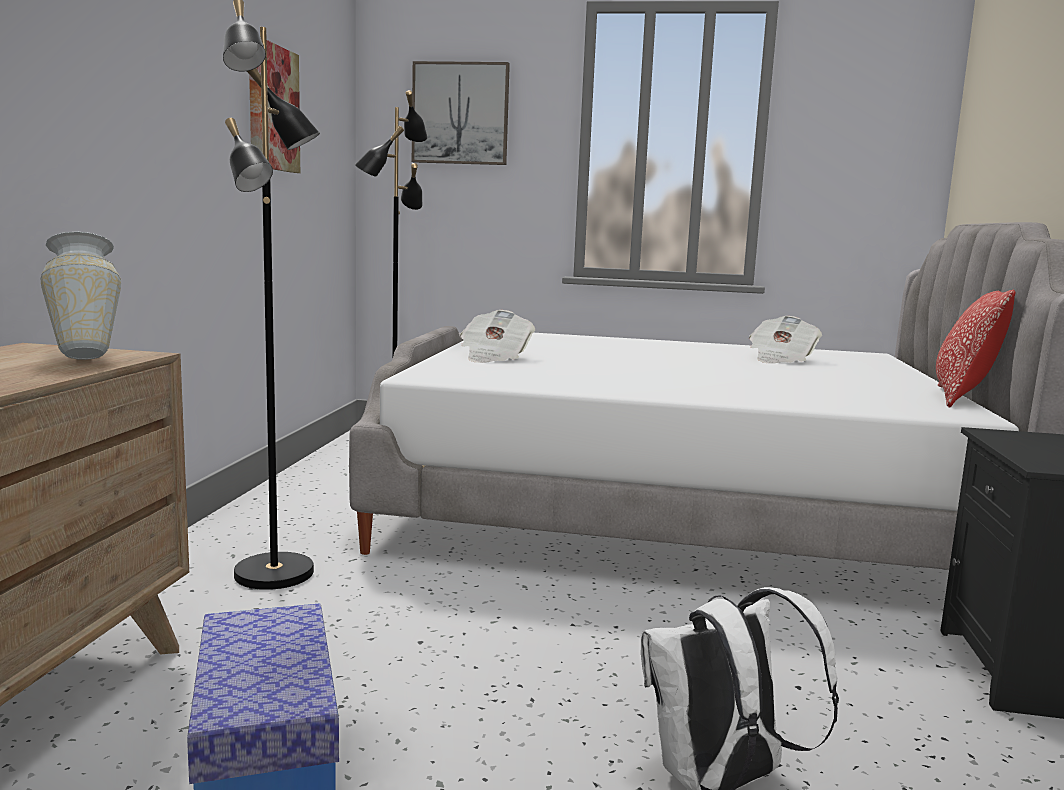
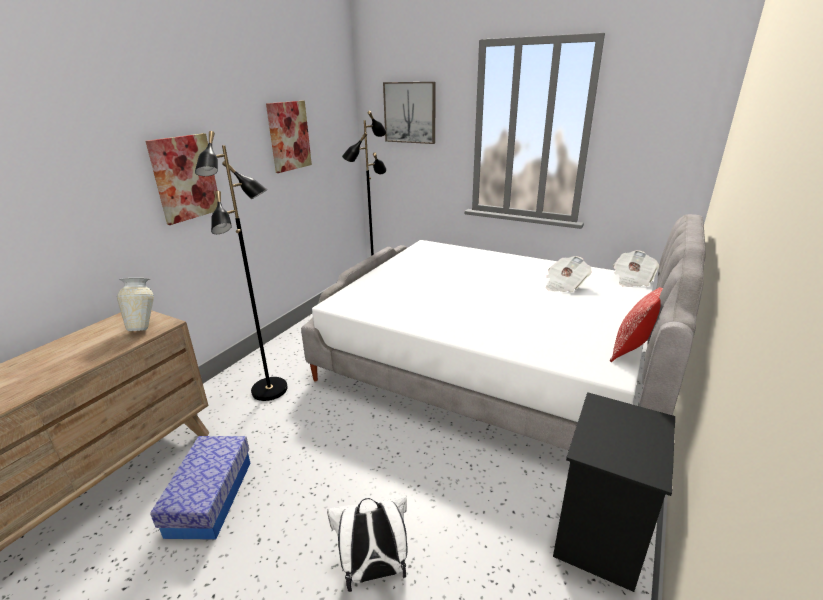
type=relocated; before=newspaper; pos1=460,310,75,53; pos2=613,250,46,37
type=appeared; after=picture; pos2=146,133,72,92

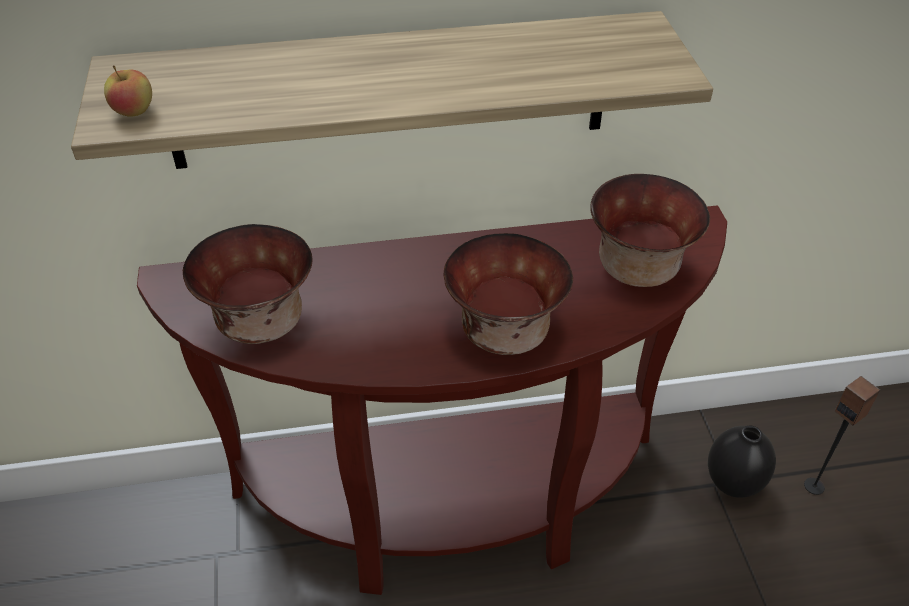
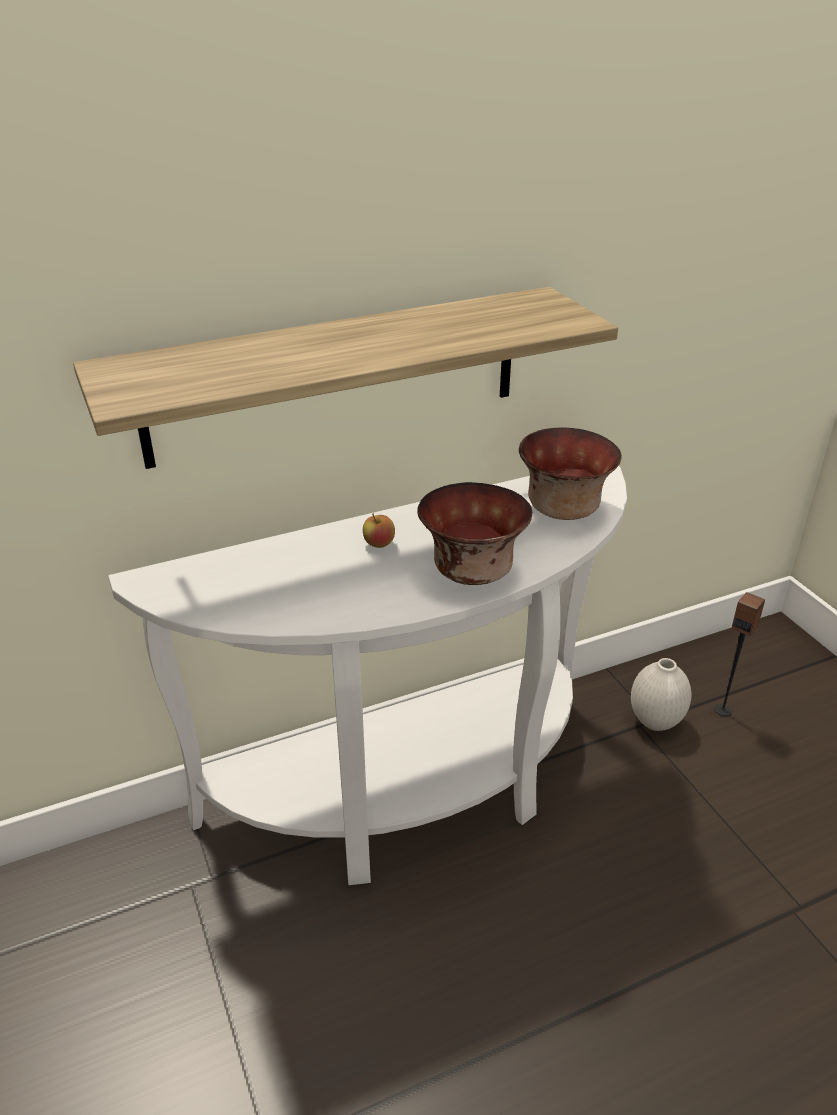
type=relocated; before=apple; pos1=104,65,48,52; pos2=363,513,32,35
type=colour; before=brown_console_table; after=white_console_table; pos1=137,205,590,390; pos2=108,466,519,419
type=missing; before=bowl; pos1=183,224,129,120
type=colour; before=black_vase; after=white_vase; pos1=708,426,68,72; pos2=631,658,60,73

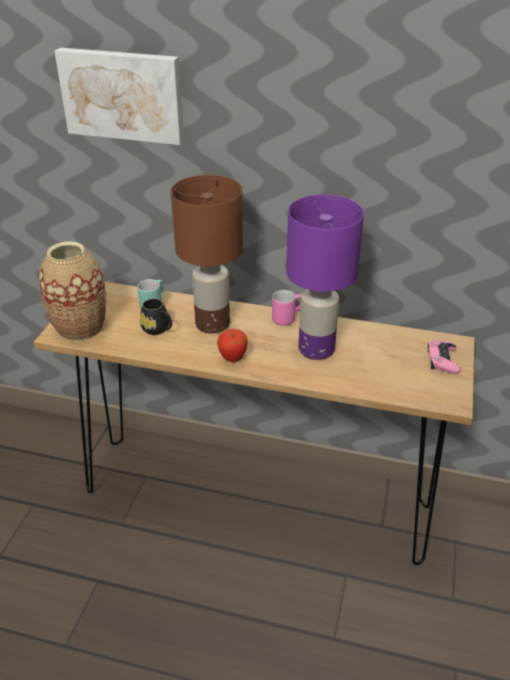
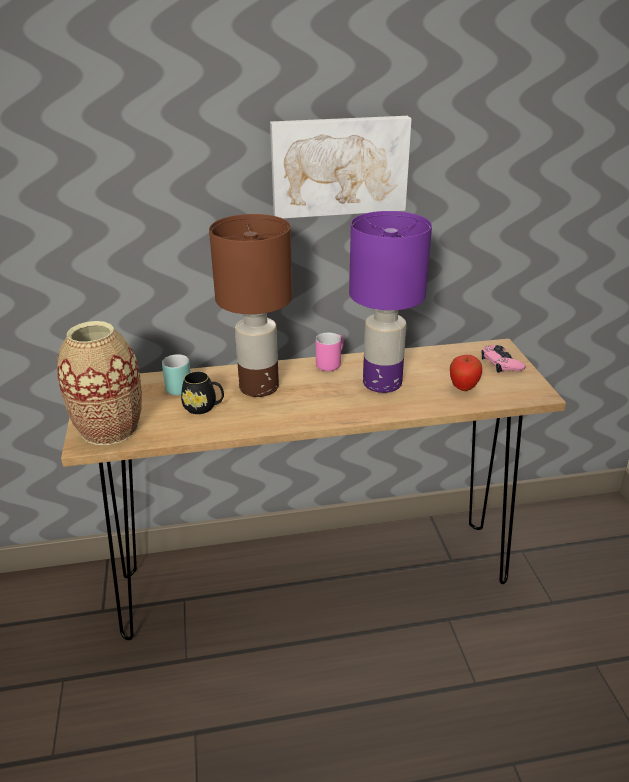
type=relocated; before=picture; pos1=54,48,130,97; pos2=270,116,142,102
type=relocated; before=apple; pos1=217,329,31,33; pos2=450,355,32,36

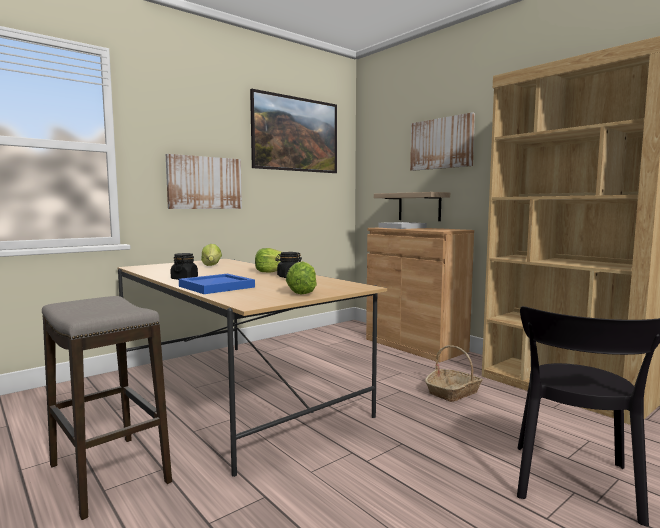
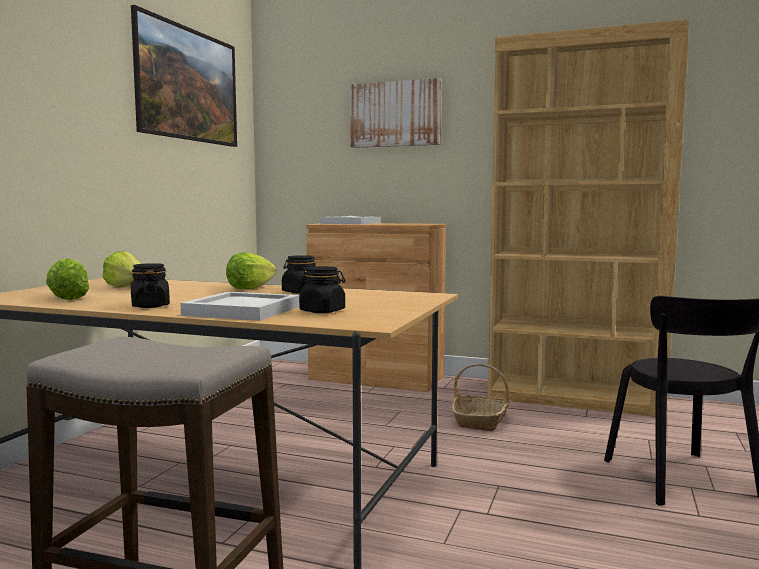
type=missing; before=picture; pos1=166,154,76,55
type=colour; before=blue_tray; after=white_tray; pos1=179,274,76,20; pos2=180,292,119,29
type=relocated; before=lettuce; pos1=286,261,31,33; pos2=46,258,43,42
type=missing; before=shelf; pos1=374,192,76,29
type=appeared; after=black_jar; pos2=299,266,46,47

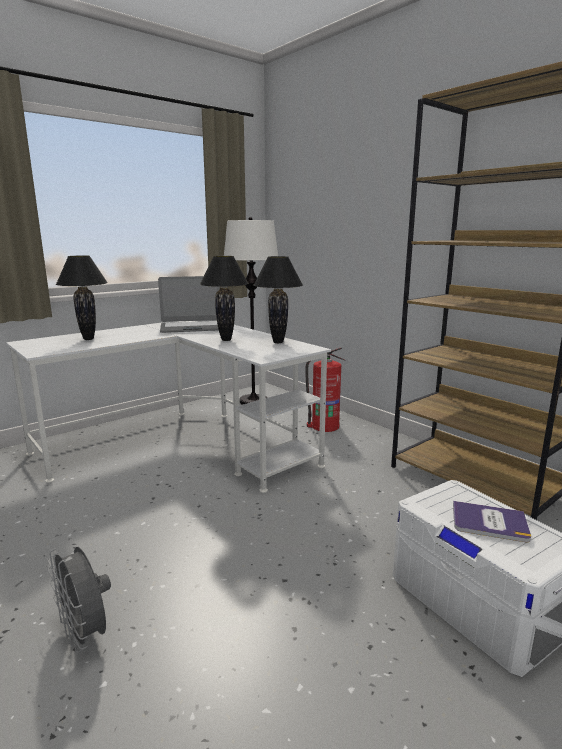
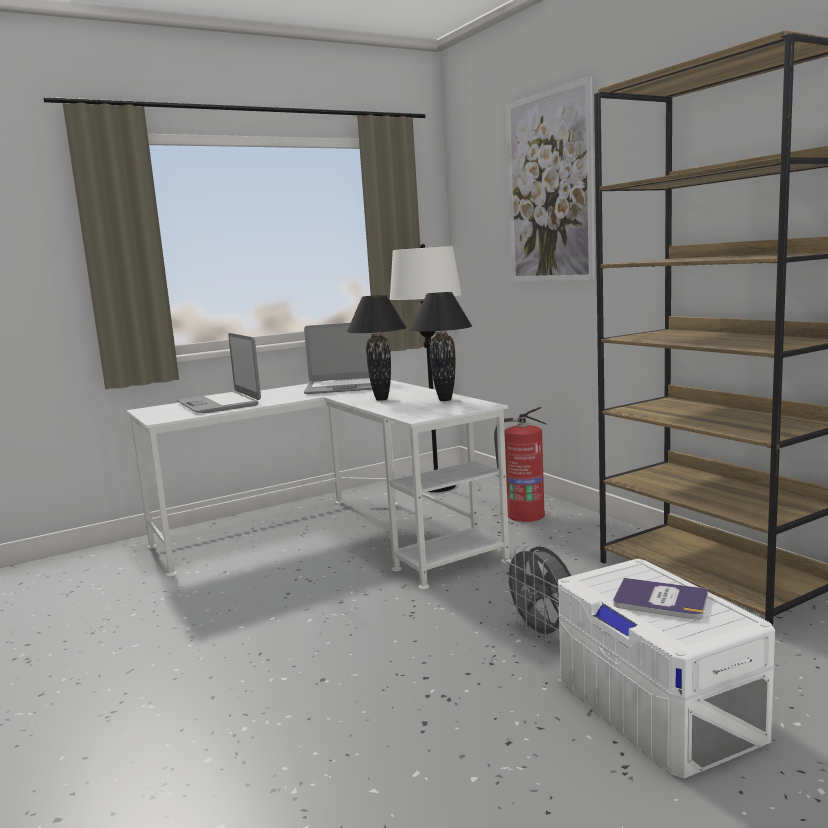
type=relocated; before=grey_fan; pos1=47,547,64,106; pos2=502,545,69,96
type=exchanged; before=black_table_lamp; after=laptop; pos1=56,255,52,85; pos2=177,333,84,80
type=appeared; after=picture; pos2=506,76,89,205

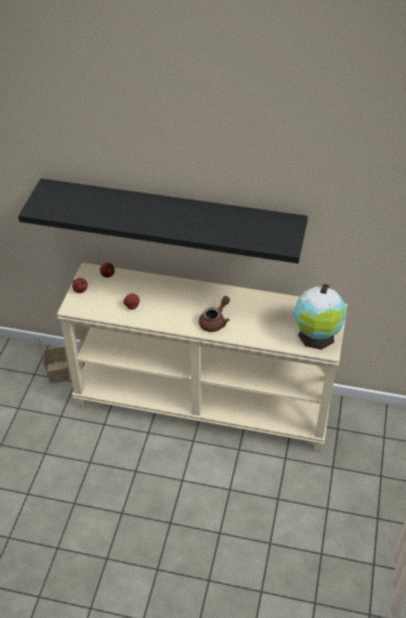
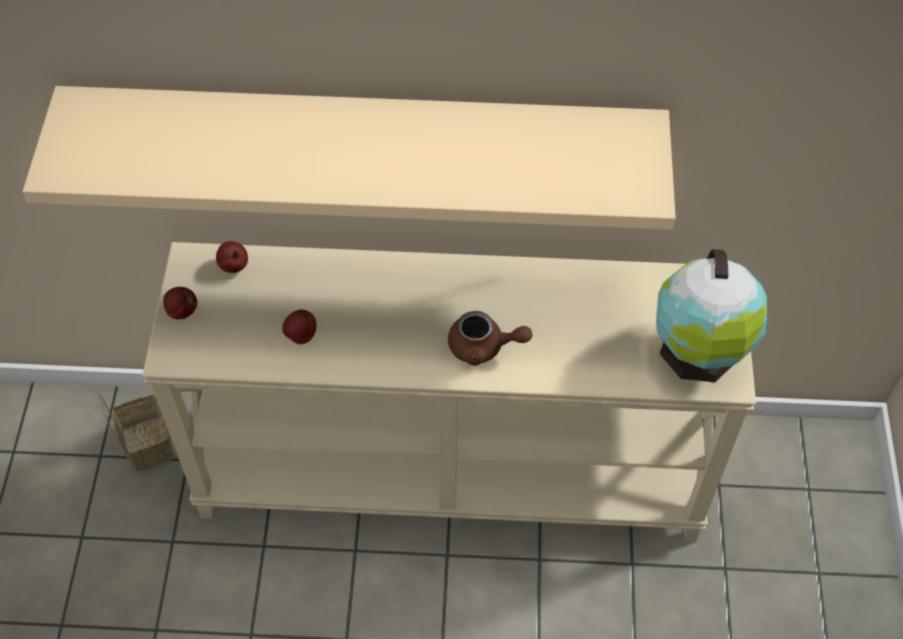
type=colour; before=black_shelf; after=beige_shelf; pos1=18,178,290,86; pos2=23,86,653,144
type=spun; before=brown_teapot; pos1=199,296,31,36; pos2=448,311,84,54; turn=75

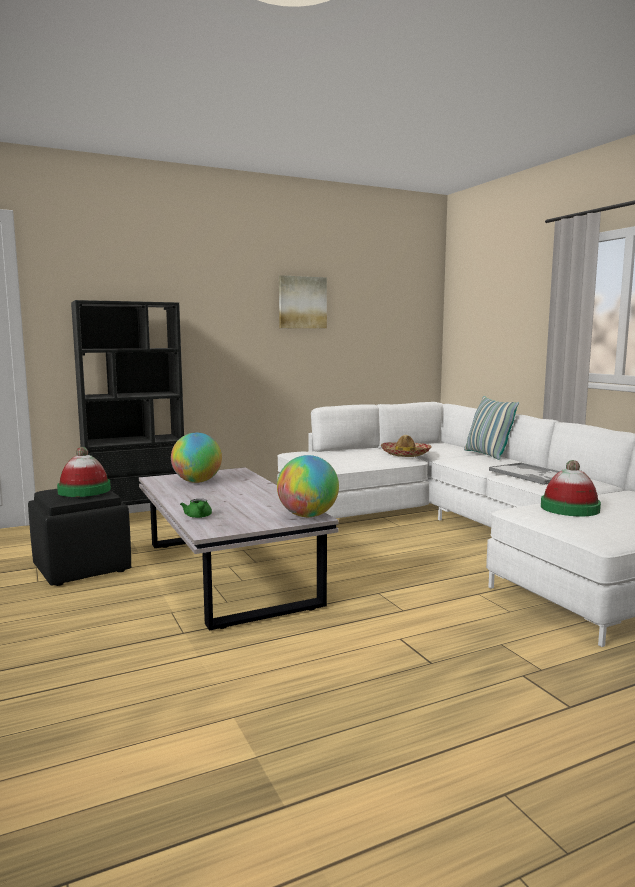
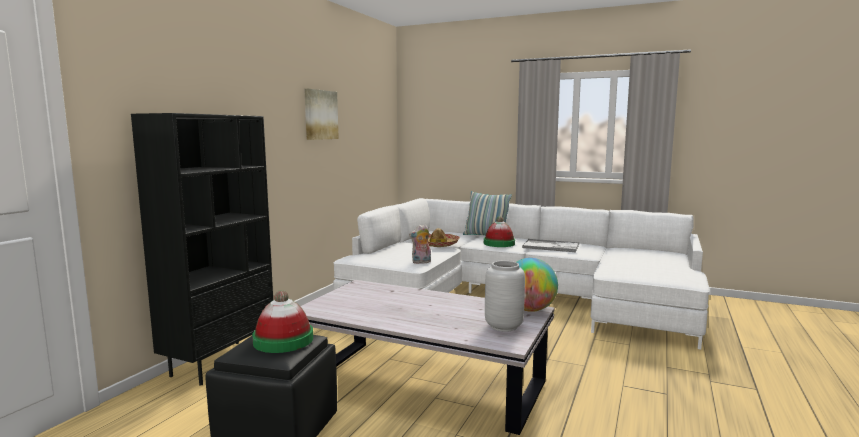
type=missing; before=globe; pos1=171,432,51,51
type=missing; before=green_teapot; pos1=180,499,32,19
type=relocated; before=hat; pos1=541,460,60,56; pos2=484,216,31,31
type=appeared; after=plush_toy; pos2=409,224,22,40
type=appeared; after=grey_vase; pos2=485,261,40,71

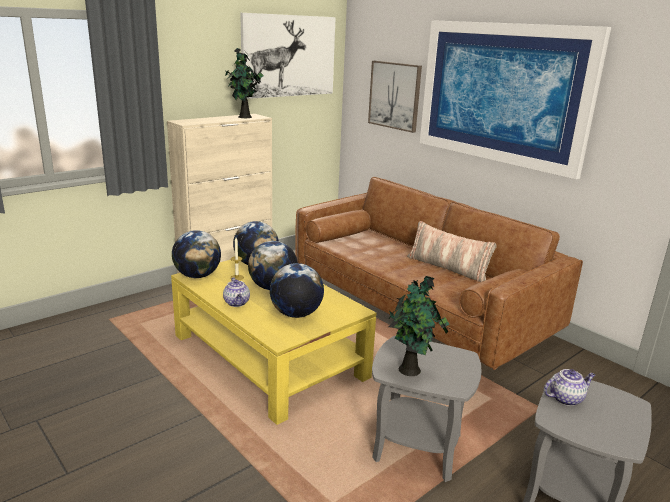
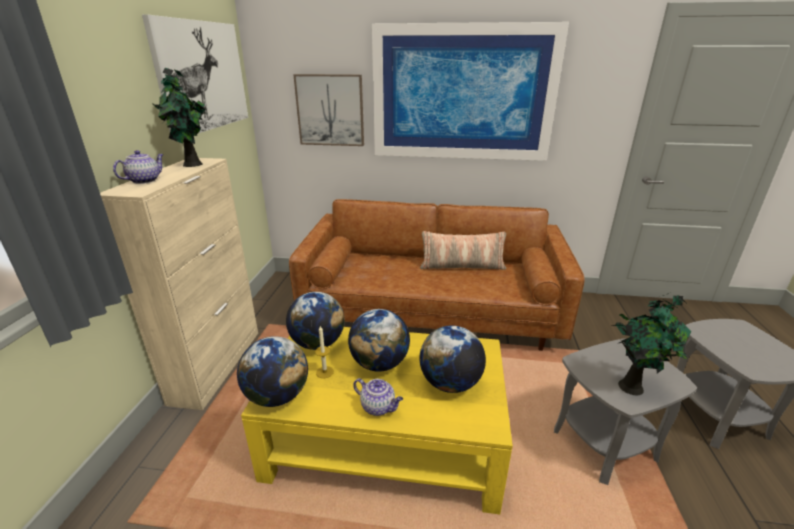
type=relocated; before=teapot; pos1=544,369,51,37; pos2=113,150,51,34

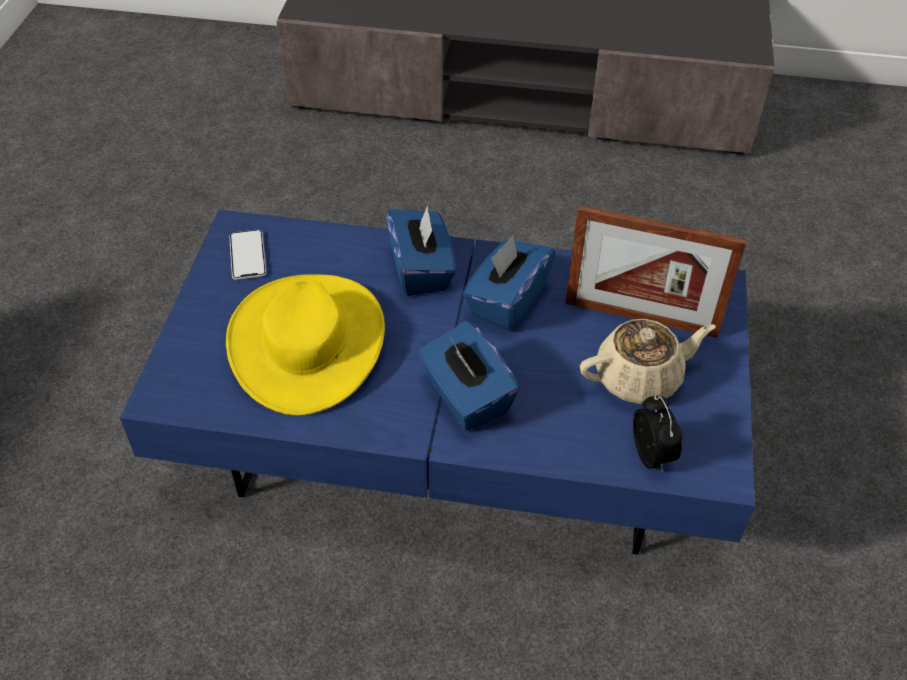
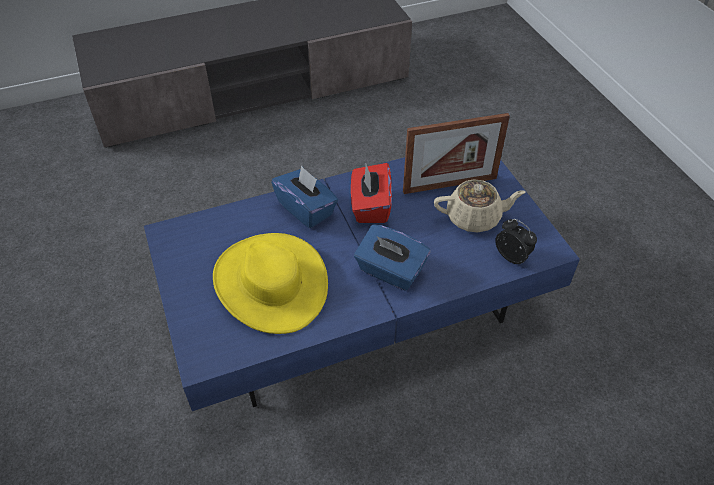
type=missing; before=phone; pos1=229,229,38,51
type=colour; before=blue_tissue_box; after=red_tissue_box; pos1=463,235,92,95; pos2=351,163,41,60
type=spun; before=beige_teapot; pos1=580,319,136,85; pos2=434,180,92,52; turn=45

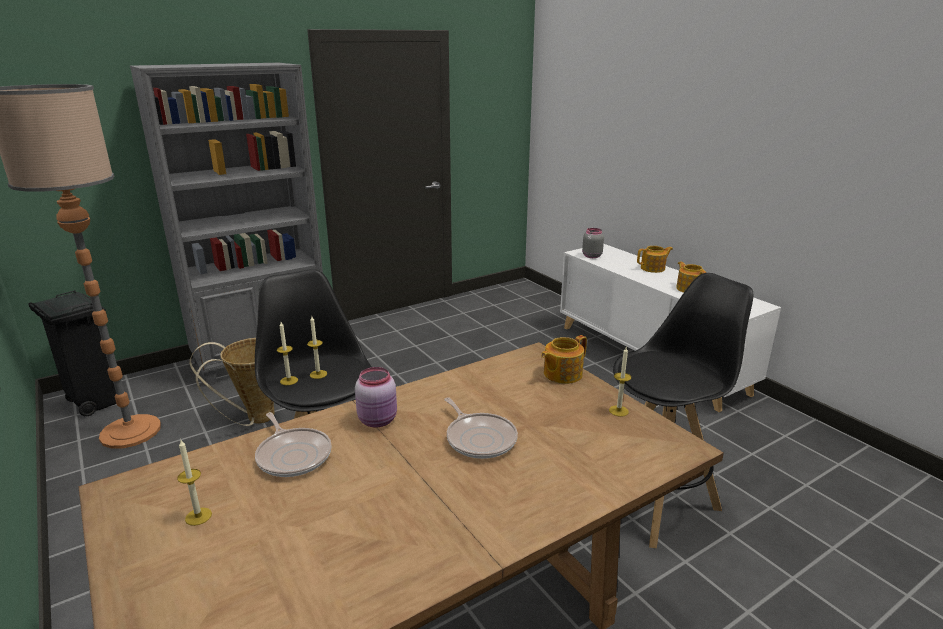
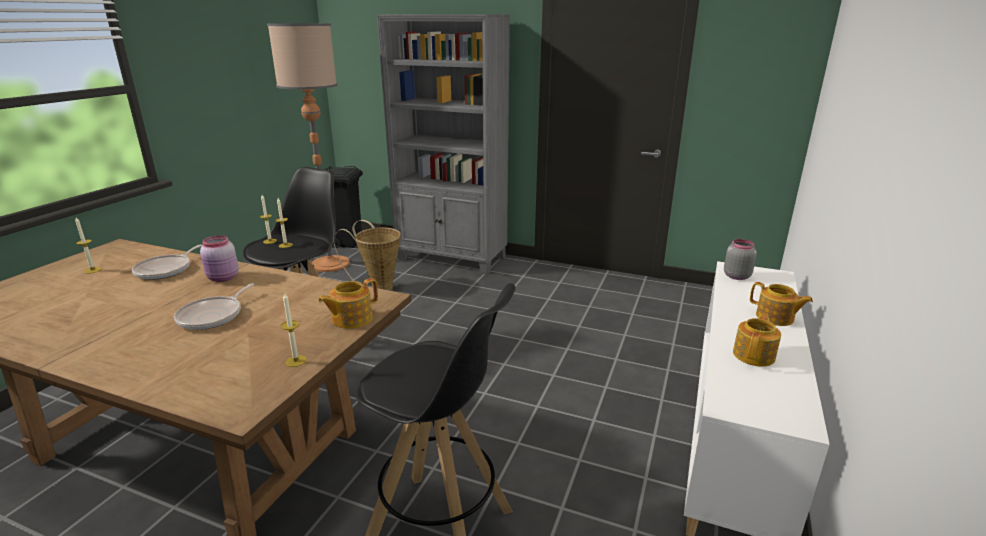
type=spun; before=teapot; pos1=541,335,46,49; pos2=318,278,60,51; turn=-60

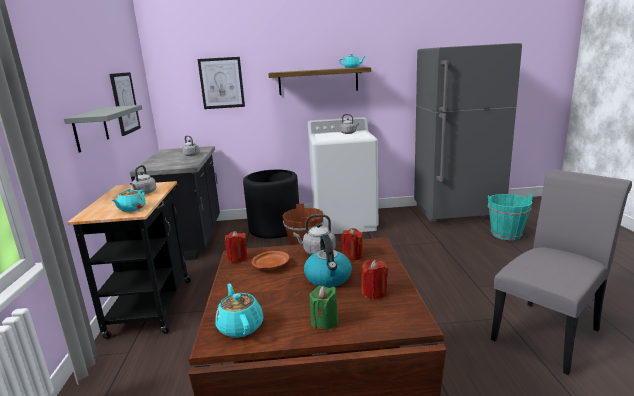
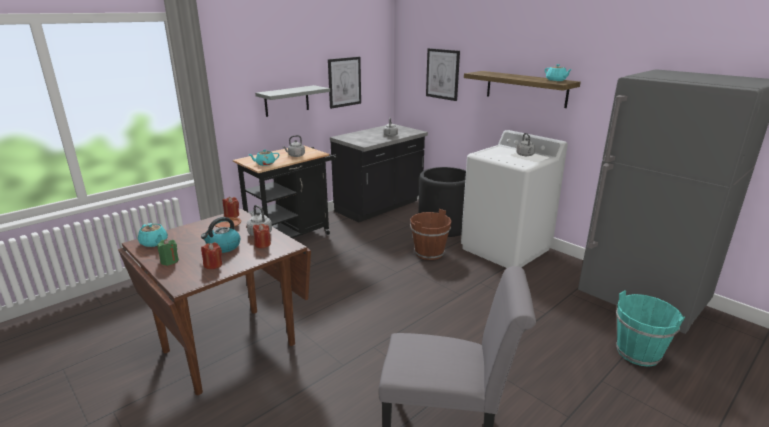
type=spun; before=turquoise_teapot; pos1=216,284,47,54; pos2=138,223,30,24; turn=105

